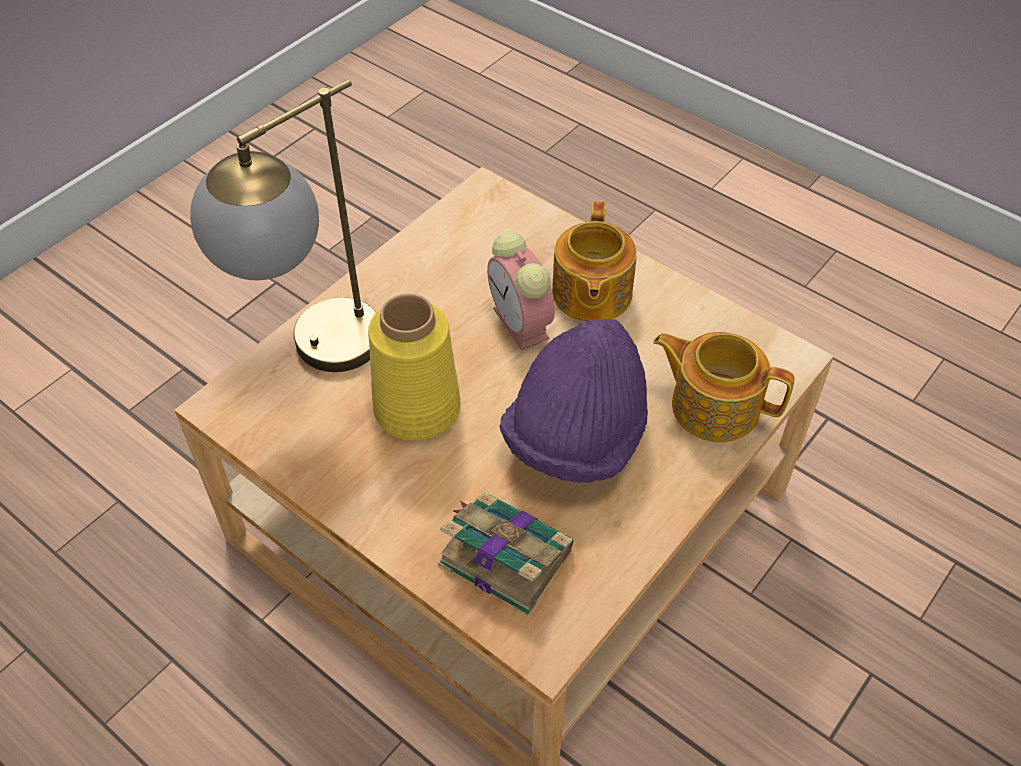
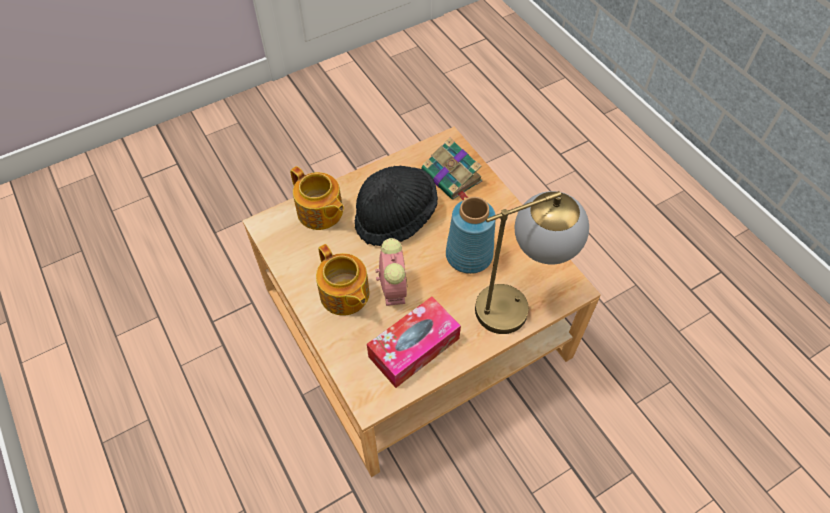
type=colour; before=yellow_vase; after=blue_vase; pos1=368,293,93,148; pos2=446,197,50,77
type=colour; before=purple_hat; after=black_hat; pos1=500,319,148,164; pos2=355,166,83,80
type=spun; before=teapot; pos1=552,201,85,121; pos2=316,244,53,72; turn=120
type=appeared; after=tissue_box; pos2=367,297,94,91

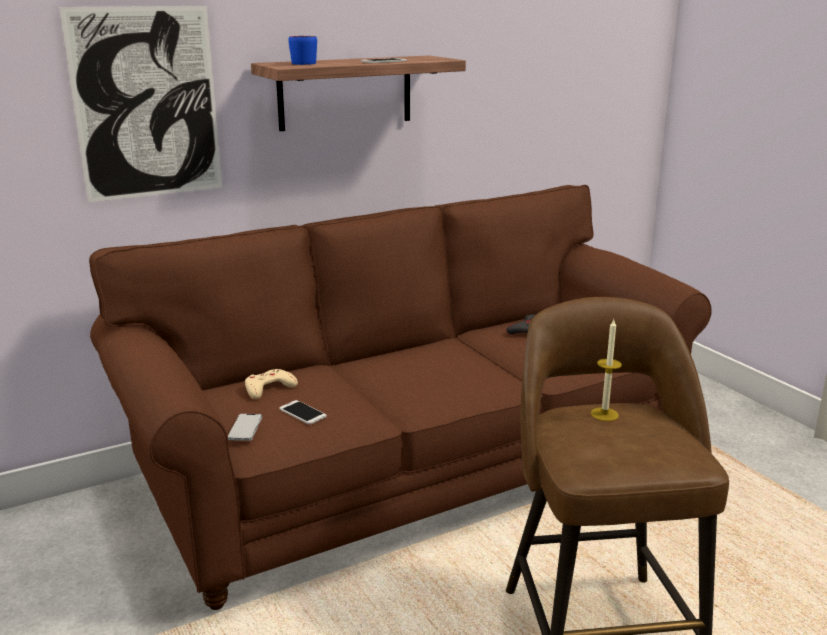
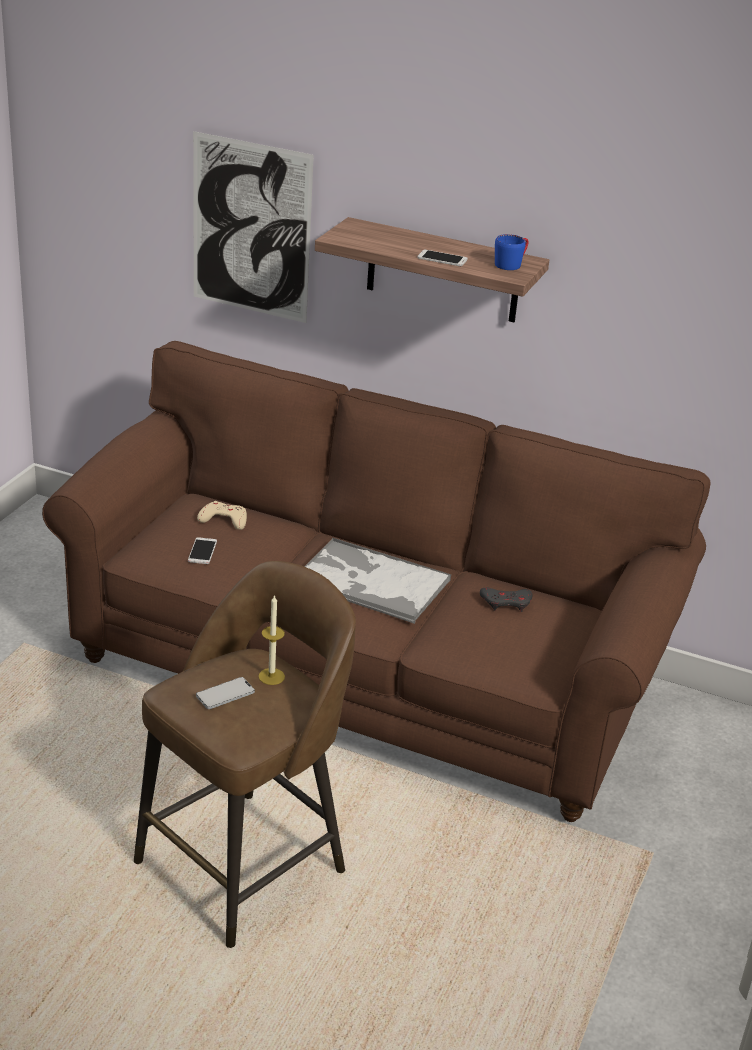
type=relocated; before=phone; pos1=228,414,34,27; pos2=196,677,59,32
type=relocated; before=blue_mug; pos1=288,36,29,29; pos2=495,234,34,36
type=appeared; after=tray; pos2=305,538,146,86

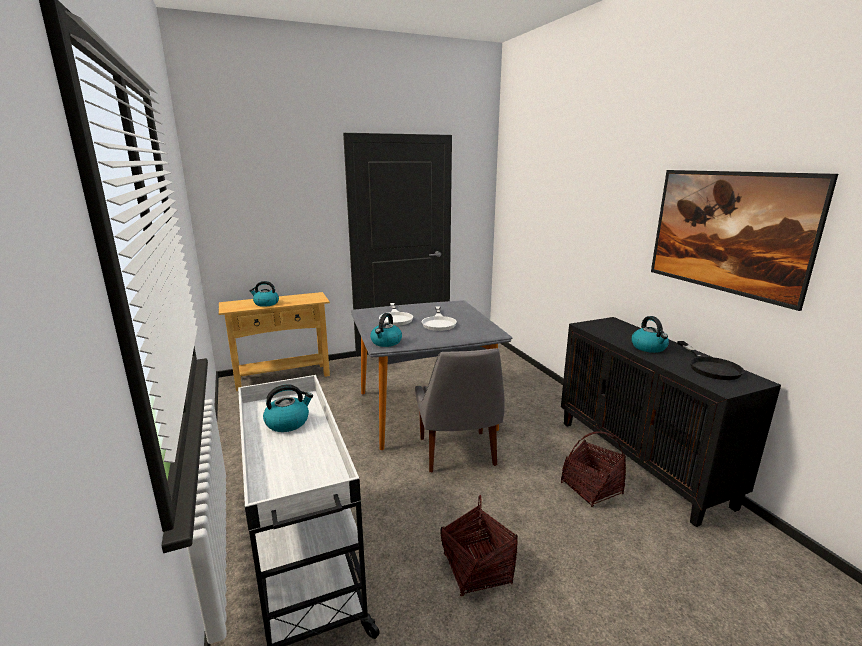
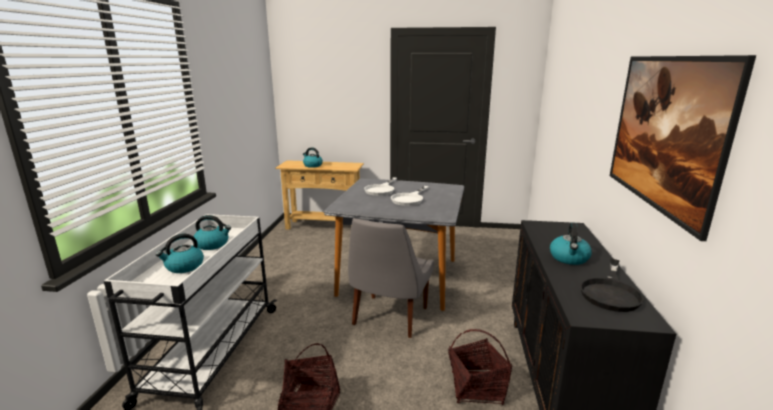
type=relocated; before=kettle; pos1=370,313,32,34; pos2=156,234,48,39

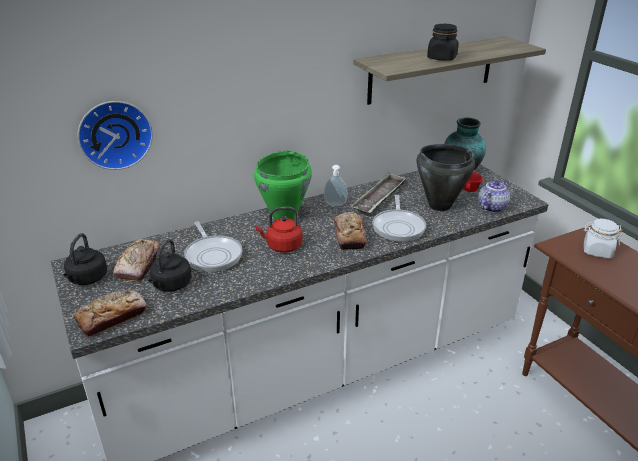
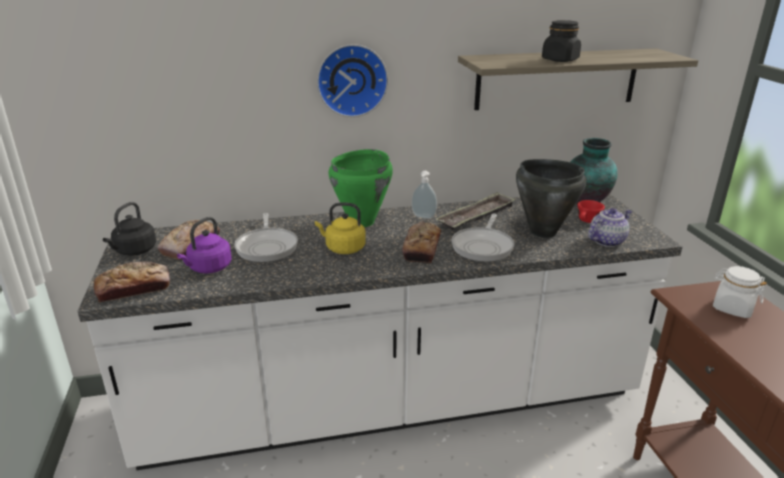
type=relocated; before=wall_clock; pos1=77,101,76,69; pos2=317,44,71,73
type=colour; before=black_kettle; after=purple_kettle; pos1=149,239,42,53; pos2=177,217,55,56
type=colour; before=red_kettle; after=yellow_kettle; pos1=255,207,47,46; pos2=315,203,51,51

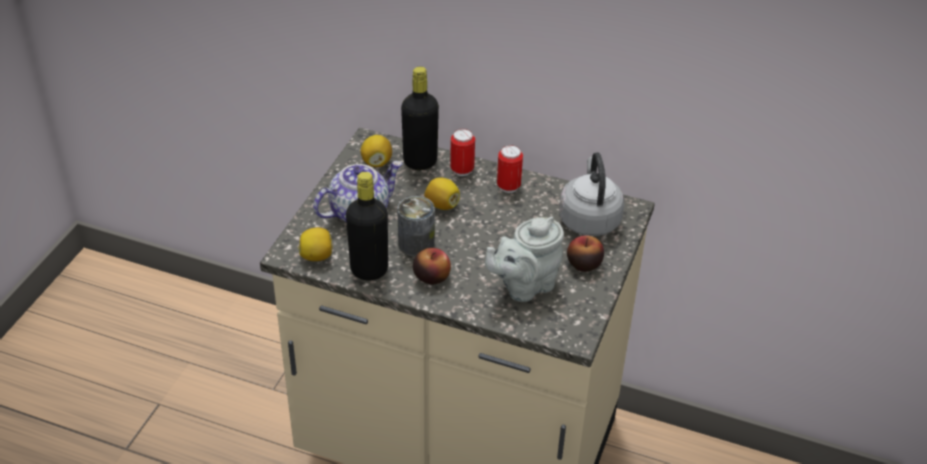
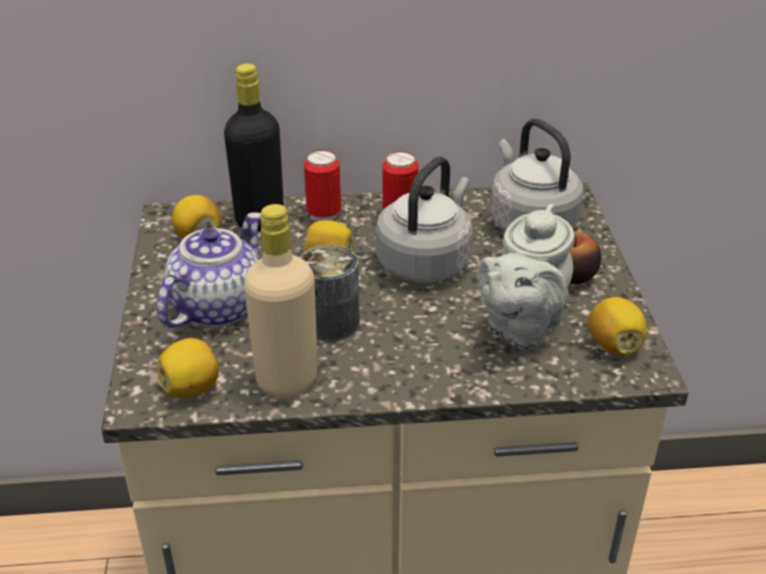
type=colour; before=black_bottle; after=beige_bottle; pos1=346,172,42,108; pos2=244,204,74,194
type=missing; before=apple; pos1=413,248,38,36
type=appeared; after=grey_kettle; pos2=376,156,96,127
type=appeared; after=lemon; pos2=588,297,59,58

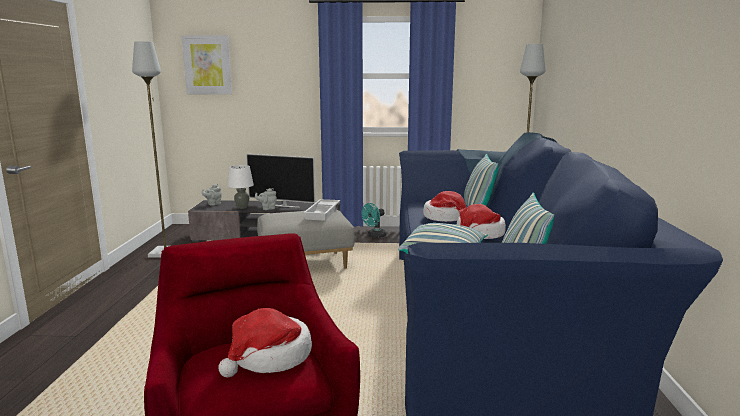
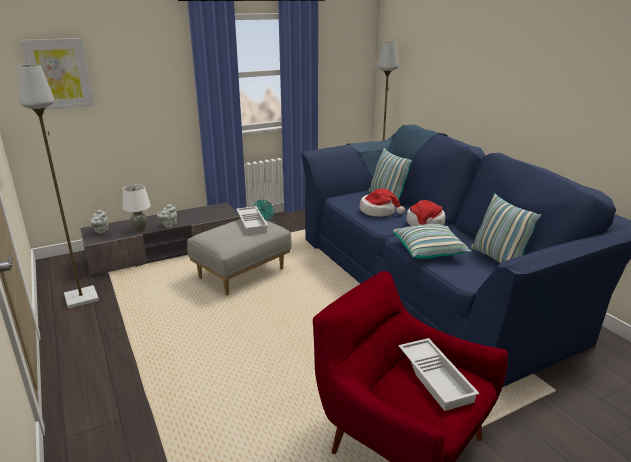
type=exchanged; before=hat; after=white_tray; pos1=218,308,94,70; pos2=399,338,80,73
type=missing; before=television; pos1=246,154,70,54

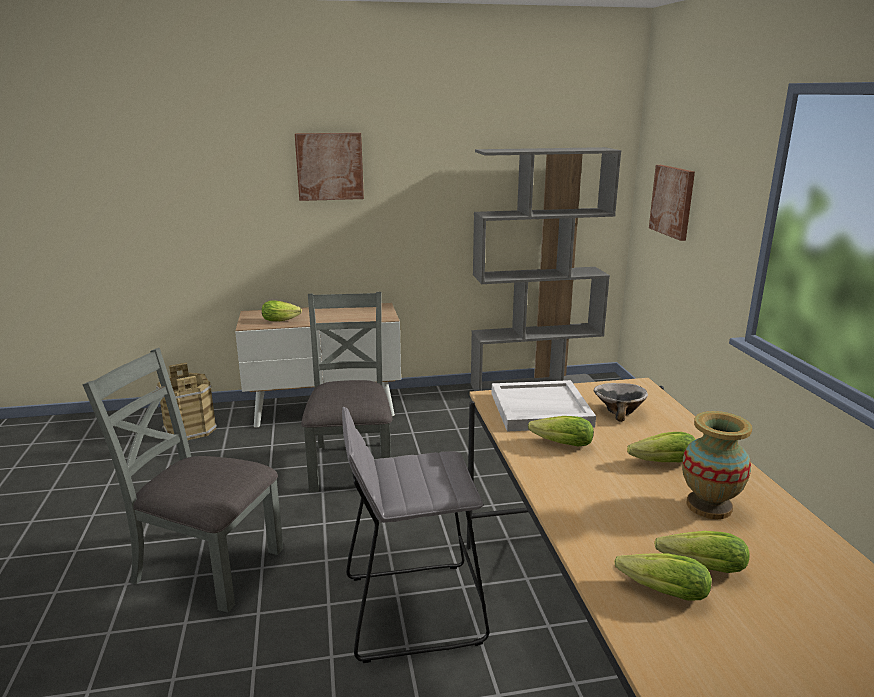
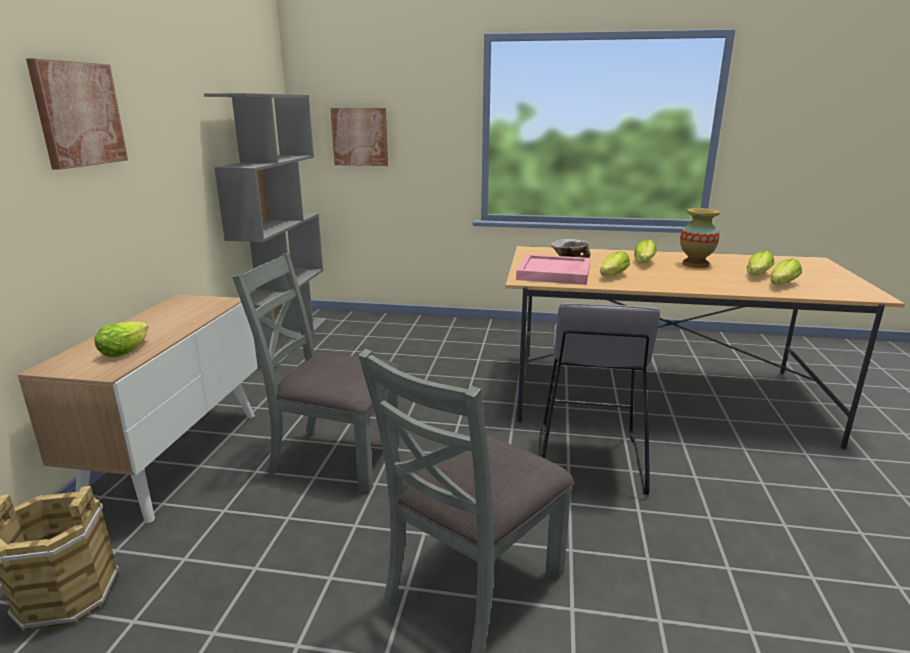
type=colour; before=white_tray; after=pink_tray; pos1=491,380,105,52; pos2=516,254,74,31

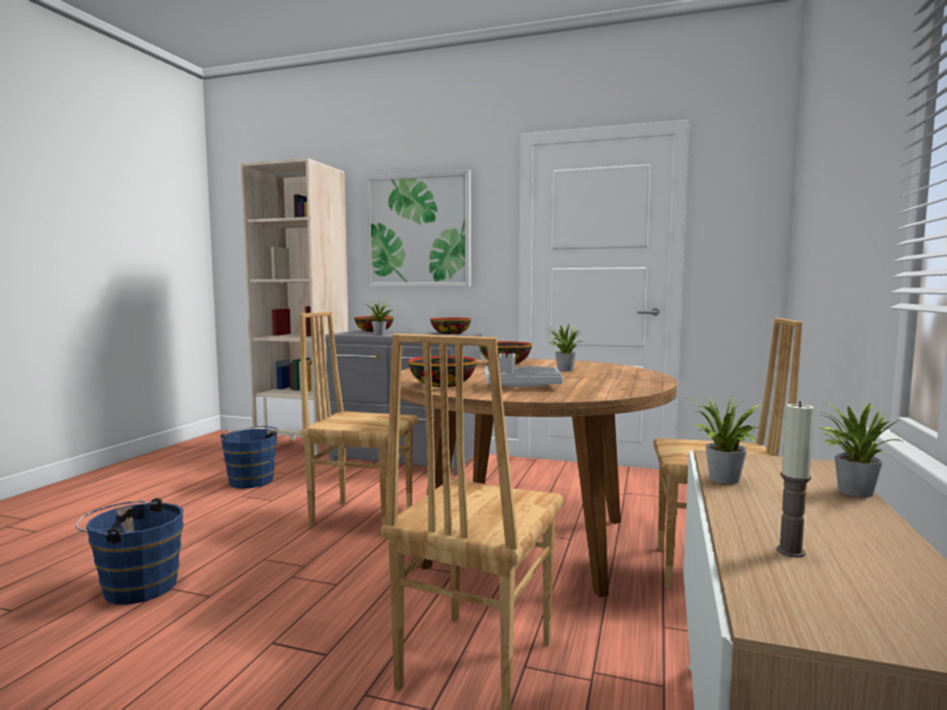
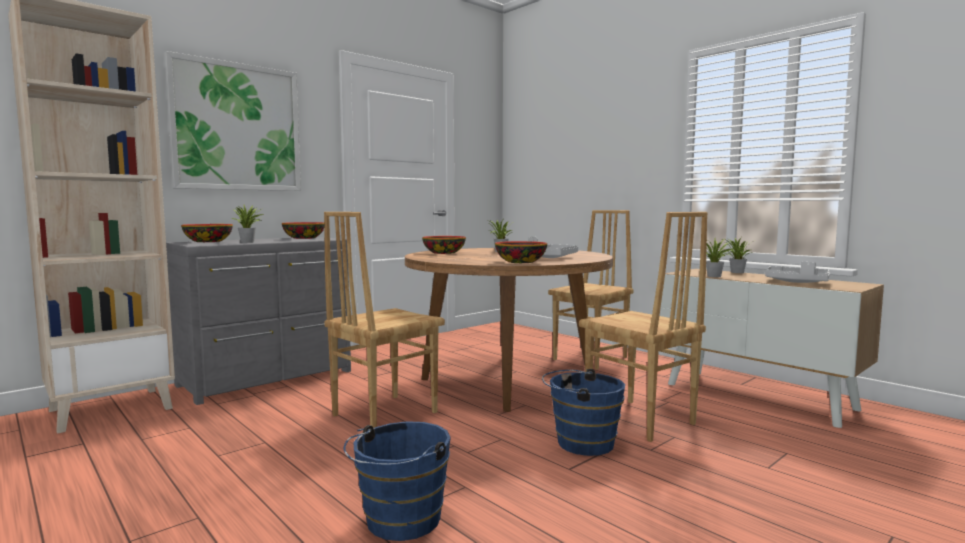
type=relocated; before=blue_bucket; pos1=220,426,61,63; pos2=542,369,83,87
type=exchanged; before=candle; after=grey_tray; pos1=776,401,38,157; pos2=765,261,65,22

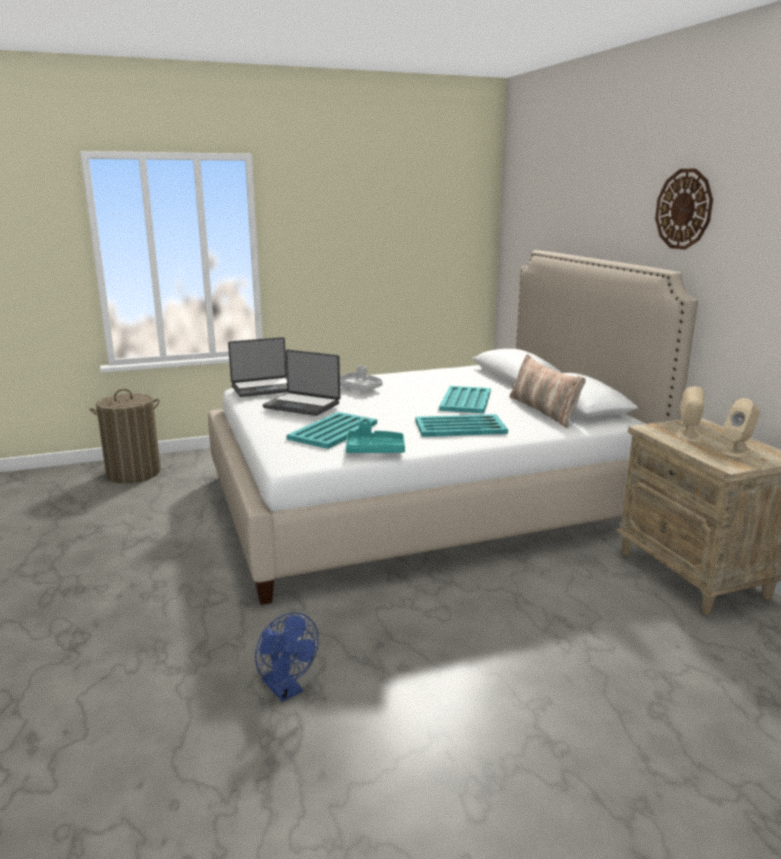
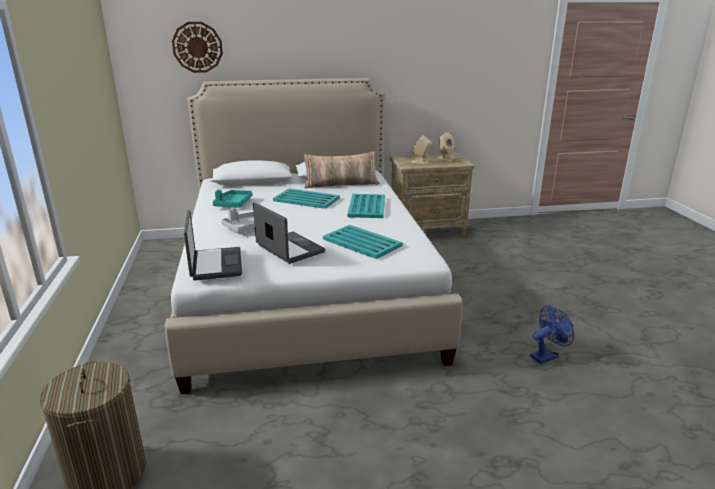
type=spun; before=laptop; pos1=263,349,77,67; pos2=253,202,72,62; turn=-75
type=relocated; before=turquoise_tray; pos1=346,421,59,32; pos2=213,190,39,18
type=relocated; before=wall_clock; pos1=655,168,58,82; pos2=172,22,51,51

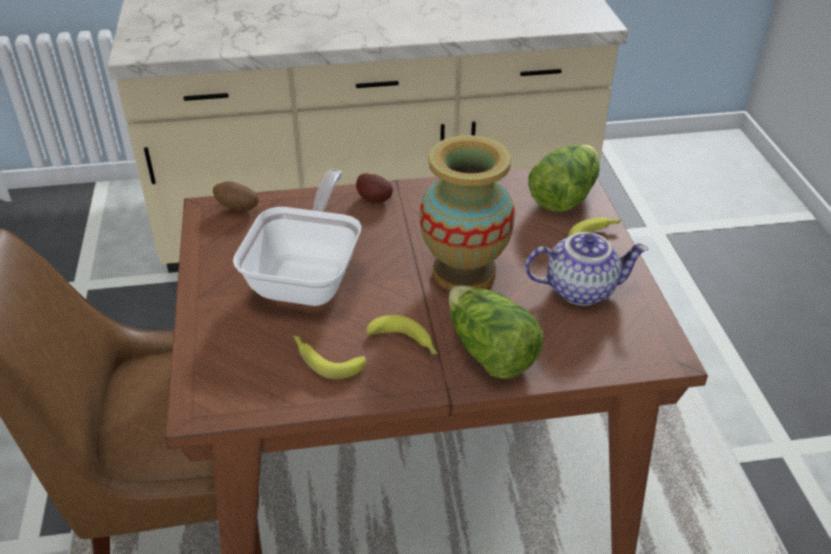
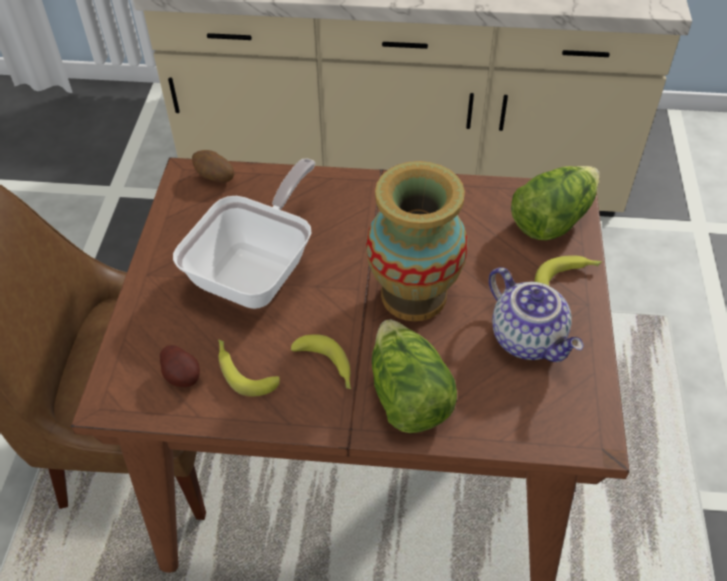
type=relocated; before=potato; pos1=356,173,37,30; pos2=160,345,40,42
type=spun; before=teapot; pos1=525,232,123,74; pos2=489,267,94,95; turn=45

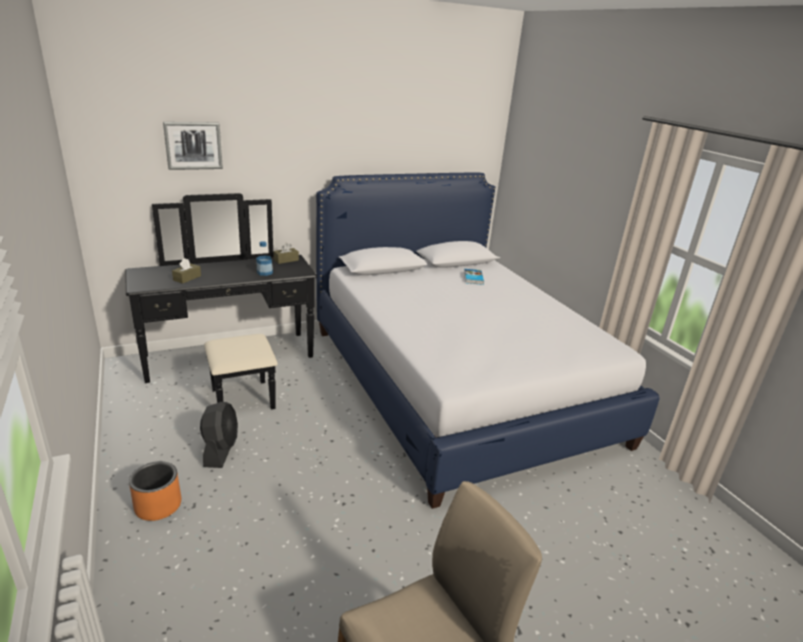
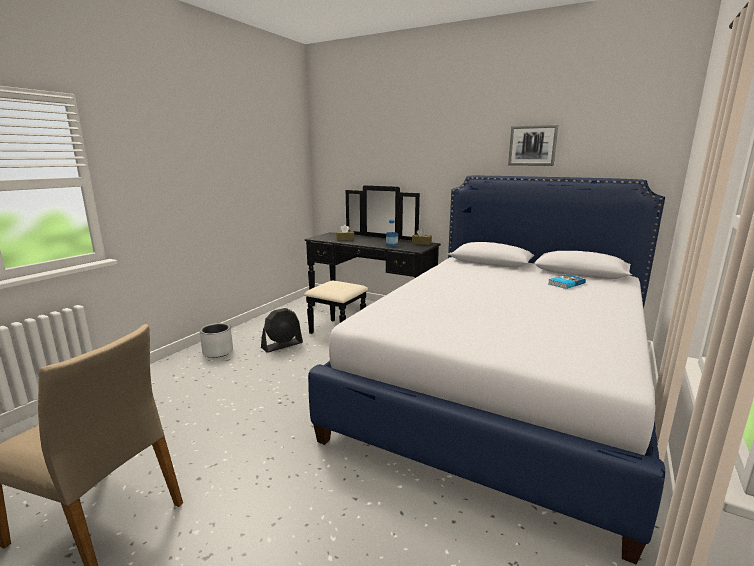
type=colour; before=orange_planter; after=grey_planter; pos1=129,461,52,60; pos2=200,323,33,35
type=relocated; before=picture; pos1=163,122,60,48; pos2=508,125,50,41

